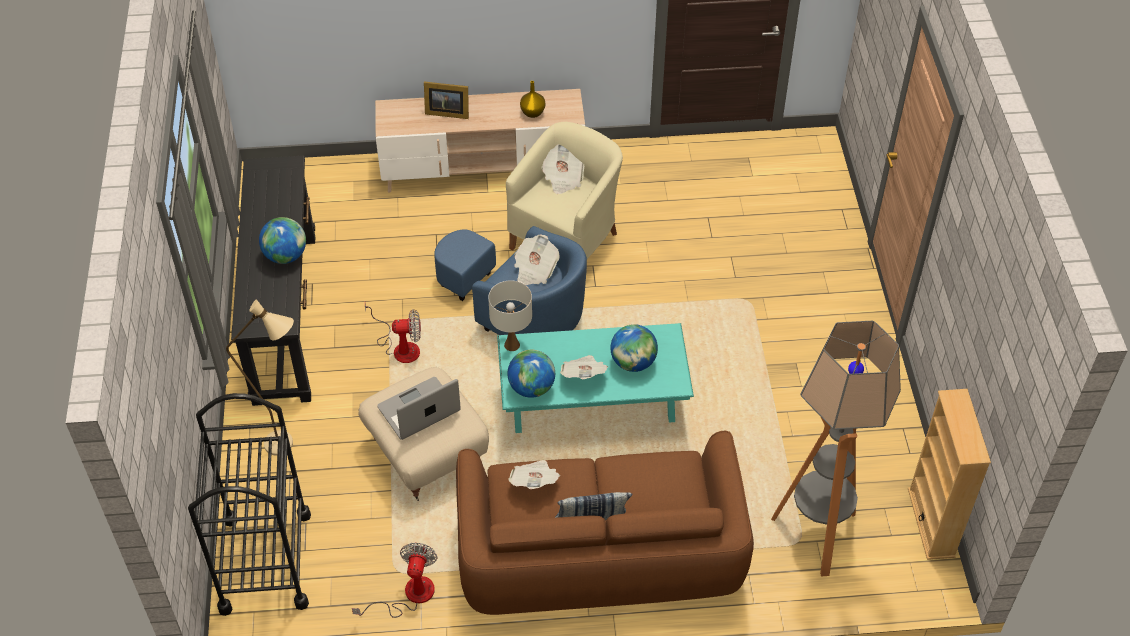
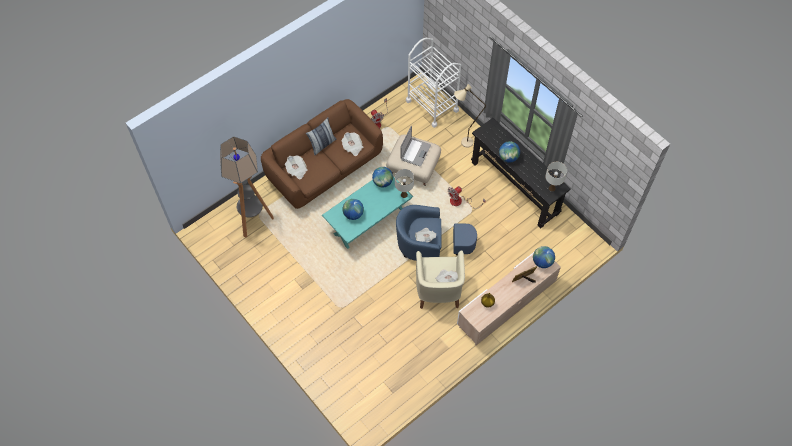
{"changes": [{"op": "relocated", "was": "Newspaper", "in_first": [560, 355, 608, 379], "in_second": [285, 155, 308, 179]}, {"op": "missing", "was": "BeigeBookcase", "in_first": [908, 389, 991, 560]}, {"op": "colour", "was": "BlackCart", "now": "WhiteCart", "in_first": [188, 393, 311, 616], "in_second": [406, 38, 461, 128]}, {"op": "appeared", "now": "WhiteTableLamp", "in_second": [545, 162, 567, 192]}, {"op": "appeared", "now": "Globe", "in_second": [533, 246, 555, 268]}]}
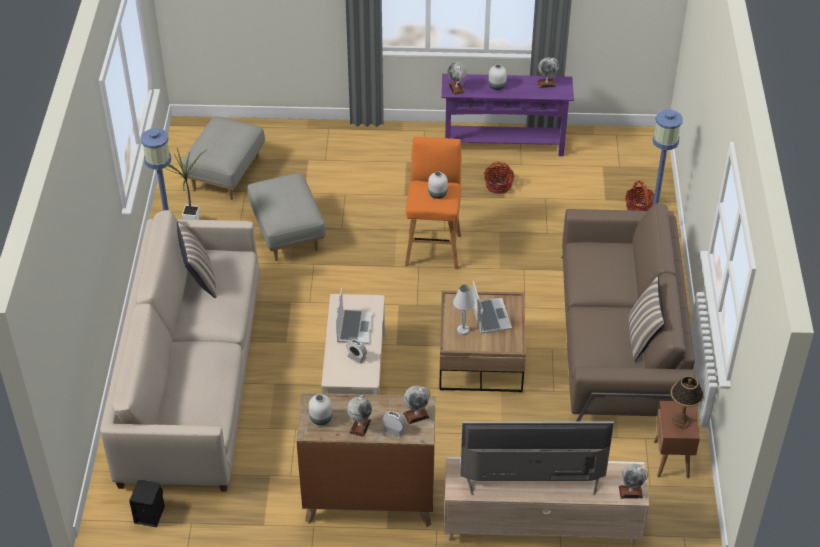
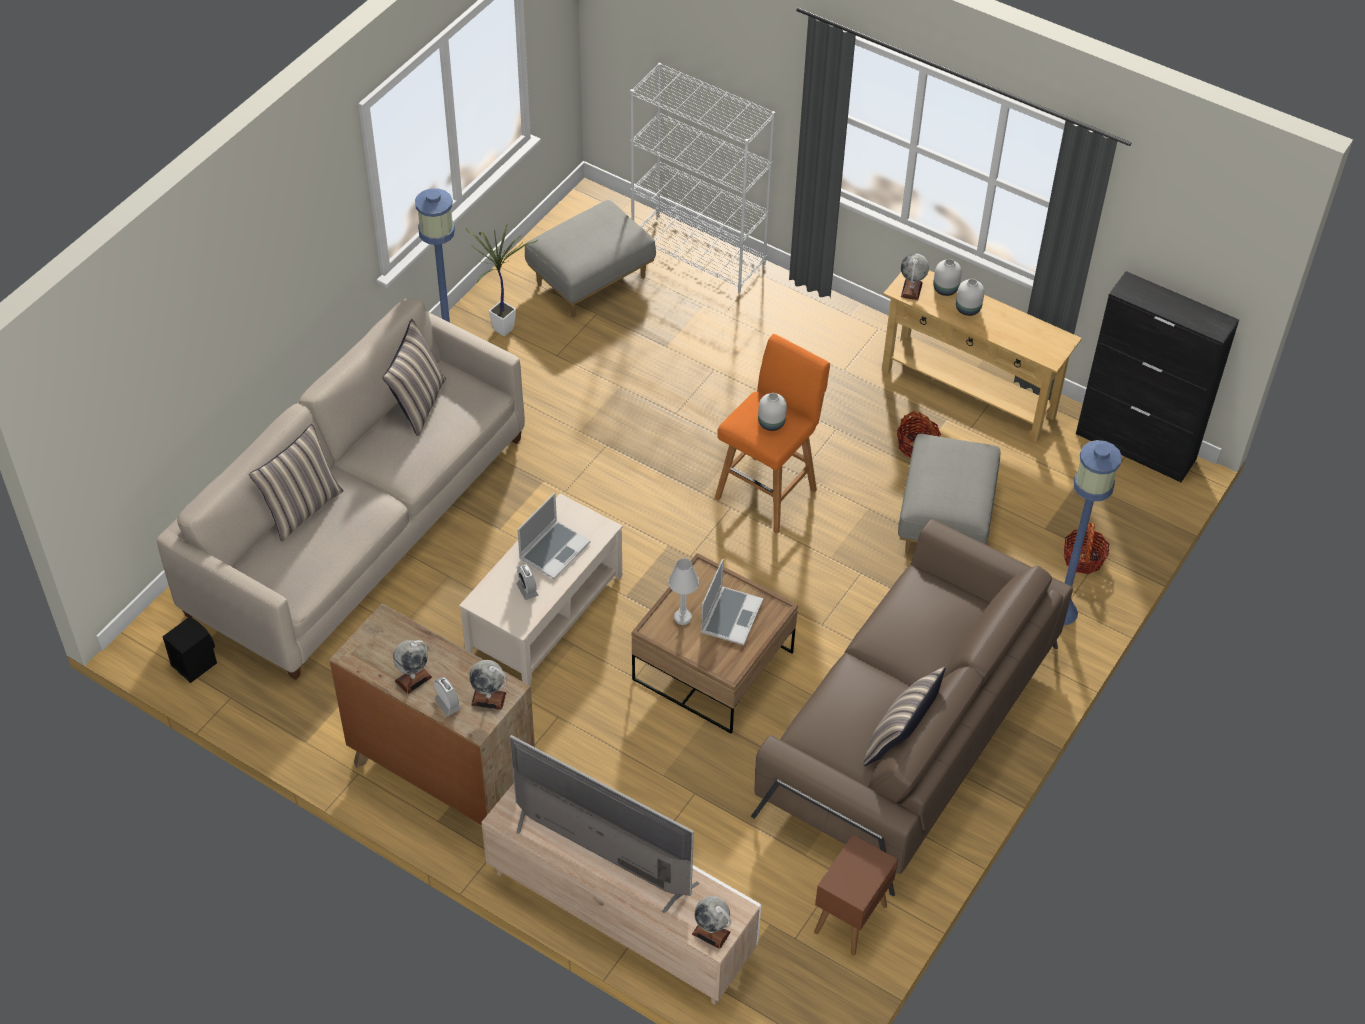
{"changes": [{"op": "missing", "was": "Globe", "in_first": [537, 57, 559, 88]}, {"op": "colour", "was": "PurpleConsoleTable", "now": "BeigeConsoleTable", "in_first": [442, 74, 574, 156], "in_second": [882, 270, 1082, 443]}, {"op": "relocated", "was": "GreyOttoman", "in_first": [247, 173, 326, 261], "in_second": [898, 434, 1000, 554]}, {"op": "missing", "was": "TableLamp", "in_first": [671, 376, 704, 428]}, {"op": "relocated", "was": "WhiteVase", "in_first": [309, 394, 332, 425], "in_second": [933, 259, 962, 296]}, {"op": "appeared", "now": "WhiteBookcase", "in_second": [630, 63, 775, 293]}, {"op": "appeared", "now": "BlackCabinet", "in_second": [1076, 271, 1239, 482]}, {"op": "appeared", "now": "Pillow", "in_second": [249, 423, 344, 541]}]}
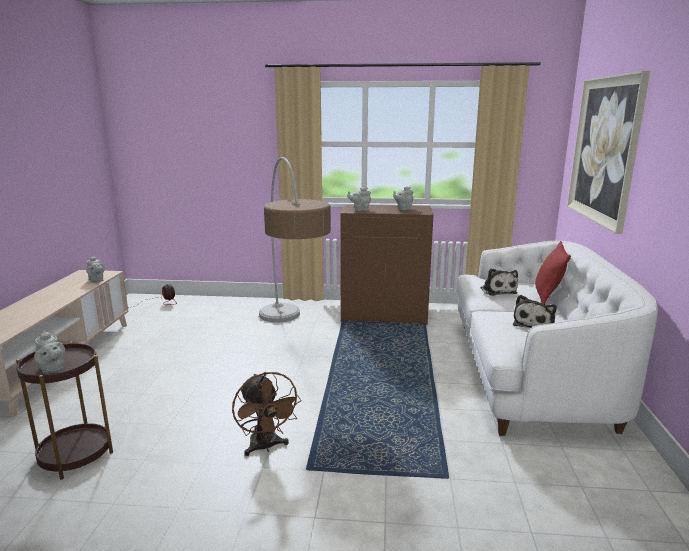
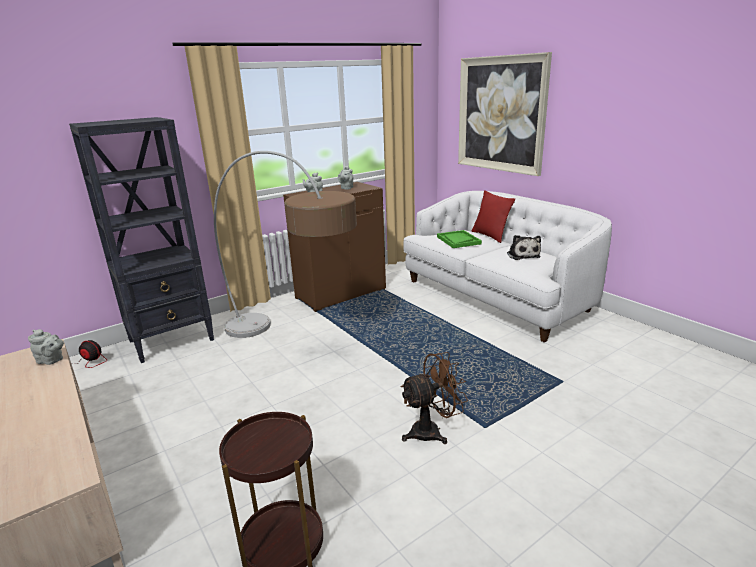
{"changes": [{"op": "exchanged", "was": "PlushToy", "now": "GreenTray", "in_first": [481, 269, 518, 296], "in_second": [437, 230, 482, 248]}, {"op": "missing", "was": "GreyTeapot", "in_first": [34, 331, 65, 374]}, {"op": "spun", "was": "BrownFan", "in_first": [232, 372, 301, 456], "in_second": [401, 352, 468, 444], "clockwise": -45}, {"op": "appeared", "now": "BlackBookcase", "in_second": [69, 117, 214, 363]}]}
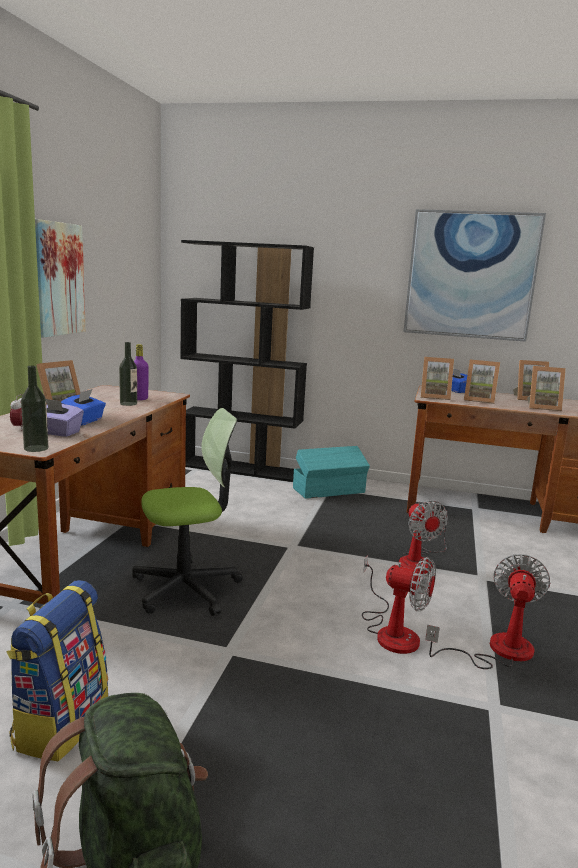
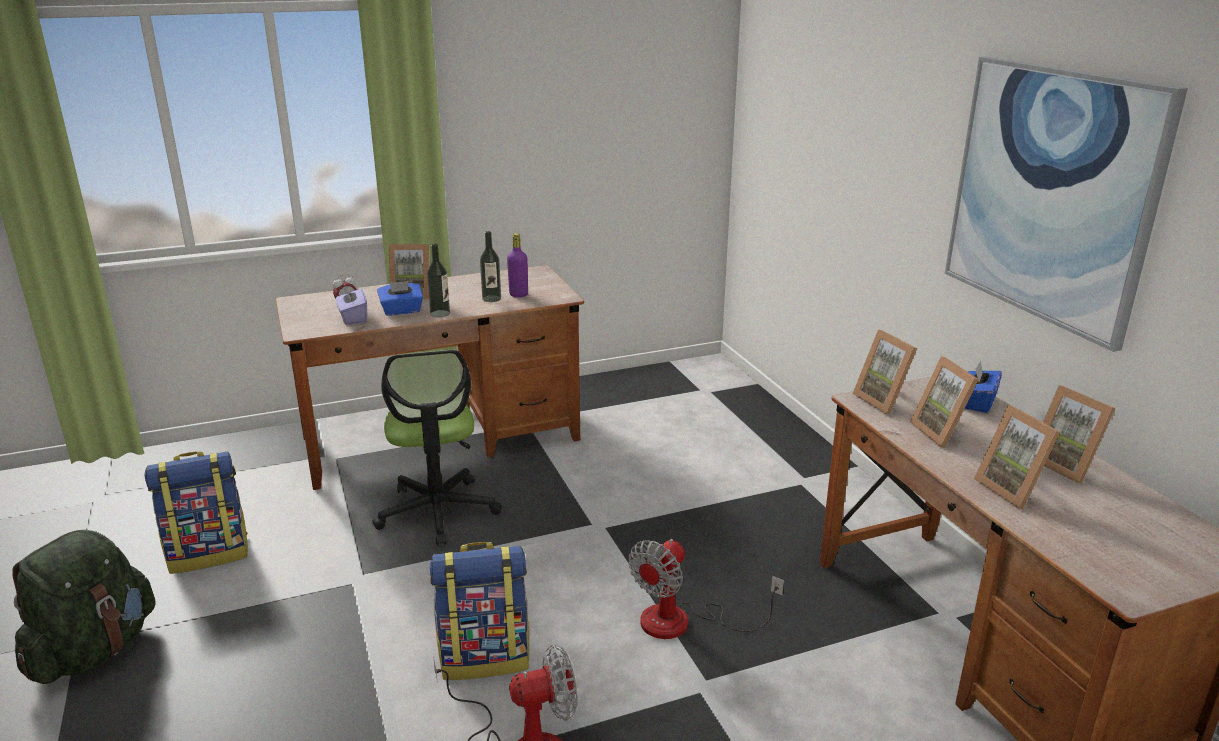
{"changes": [{"op": "missing", "was": "Picture", "in_first": [35, 219, 86, 338]}, {"op": "missing", "was": "BlackBookcase", "in_first": [180, 240, 314, 482]}, {"op": "relocated", "was": "Bottle", "in_first": [21, 366, 48, 452], "in_second": [427, 244, 450, 317]}, {"op": "spun", "was": "OfficeChair", "in_first": [132, 408, 243, 616], "in_second": [372, 350, 502, 546], "clockwise": 45}, {"op": "missing", "was": "TurquoiseStorageBox", "in_first": [293, 446, 370, 499]}, {"op": "exchanged", "was": "Fan", "now": "Backpack", "in_first": [362, 556, 436, 654], "in_second": [430, 542, 529, 680]}]}
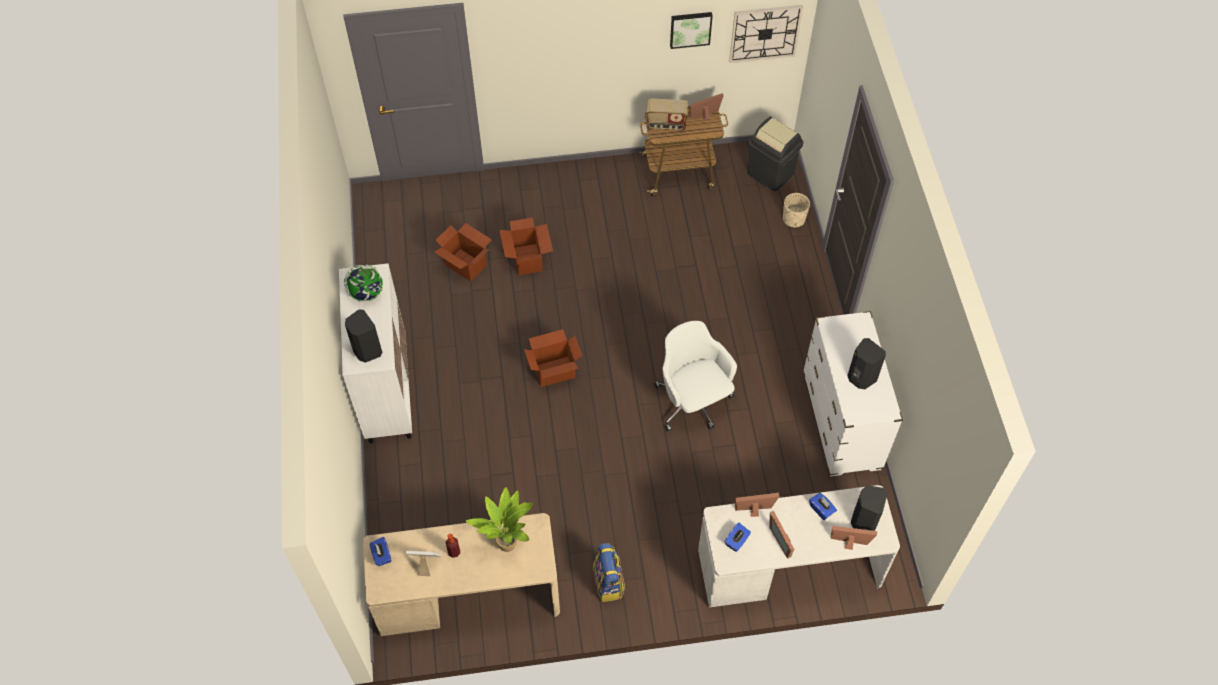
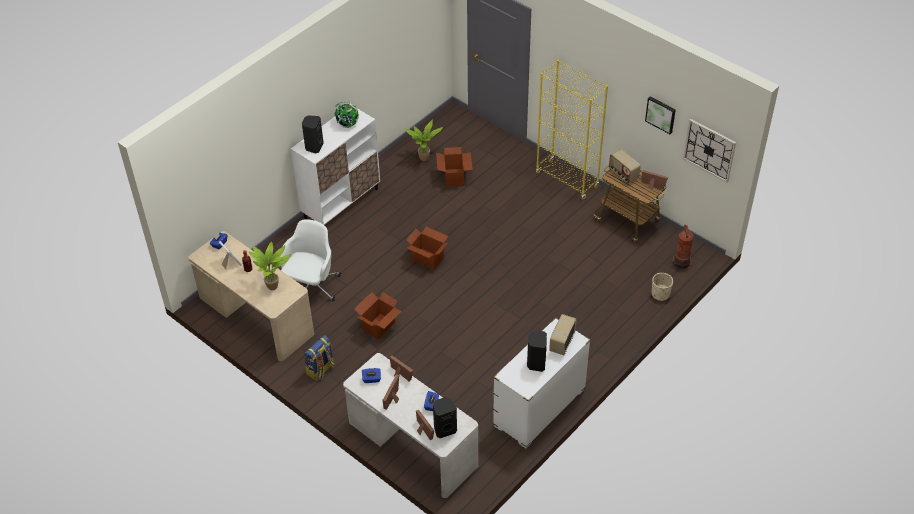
{"changes": [{"op": "exchanged", "was": "BlackTrashCan", "now": "FireExtinguisher", "in_first": [747, 116, 803, 191], "in_second": [672, 225, 694, 269]}, {"op": "relocated", "was": "CardboardBox", "in_first": [499, 217, 553, 275], "in_second": [354, 292, 402, 340]}, {"op": "relocated", "was": "WhiteOfficeChair", "in_first": [654, 321, 737, 432], "in_second": [280, 219, 341, 301]}, {"op": "appeared", "now": "YellowBookcase", "in_second": [536, 60, 608, 200]}, {"op": "appeared", "now": "PottedPlant", "in_second": [404, 120, 443, 161]}, {"op": "appeared", "now": "Radio", "in_second": [549, 314, 577, 355]}]}
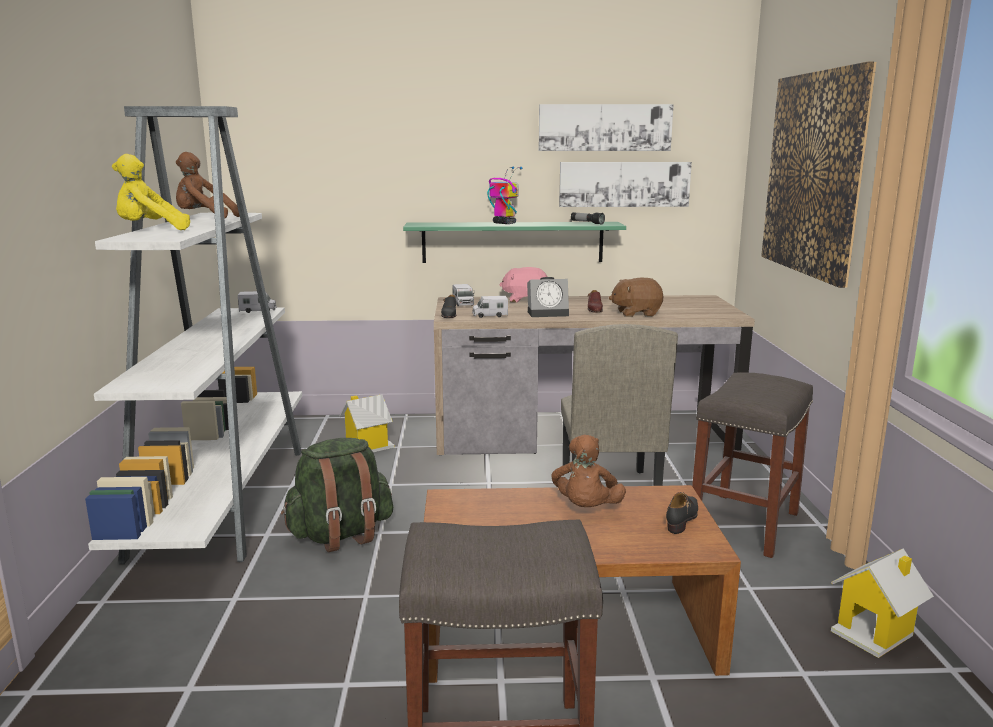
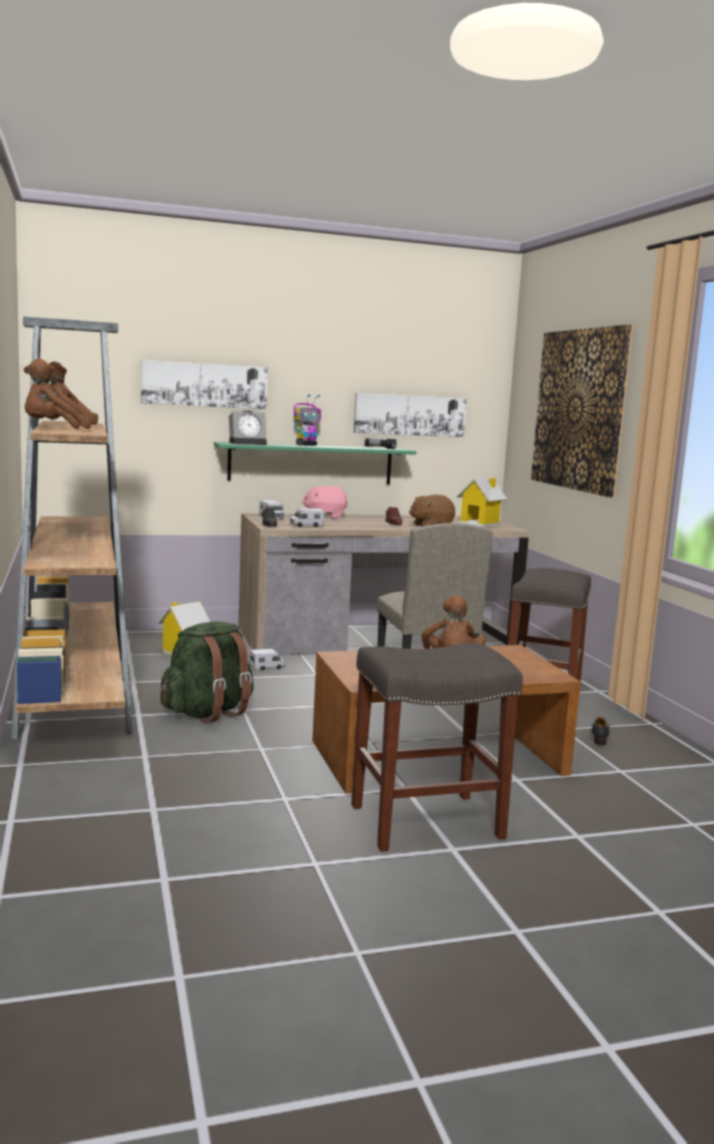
{"changes": [{"op": "relocated", "was": "Picture", "in_first": [539, 104, 674, 151], "in_second": [141, 360, 268, 409]}, {"op": "colour", "was": "WhiteBookcase", "now": "BrownBookcase", "in_first": [85, 106, 302, 564], "in_second": [11, 316, 132, 740]}, {"op": "colour", "was": "YellowPlushToy", "now": "BrownPlushToy", "in_first": [112, 154, 190, 230], "in_second": [24, 358, 91, 429]}, {"op": "spun", "was": "ToyRobot", "in_first": [487, 166, 522, 224], "in_second": [294, 394, 321, 446], "clockwise": 120}, {"op": "relocated", "was": "AlarmClock", "in_first": [527, 277, 569, 317], "in_second": [229, 411, 267, 445]}, {"op": "relocated", "was": "ToyTruck", "in_first": [238, 291, 277, 313], "in_second": [250, 648, 285, 671]}, {"op": "relocated", "was": "BlackShoe", "in_first": [666, 492, 698, 534], "in_second": [592, 717, 610, 745]}, {"op": "relocated", "was": "ToyHouse", "in_first": [831, 548, 934, 658], "in_second": [456, 478, 507, 528]}]}
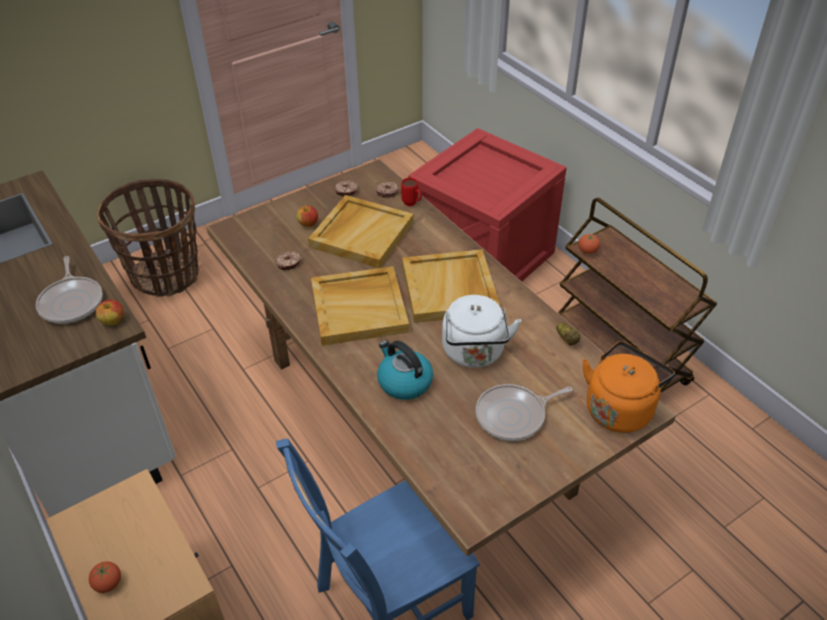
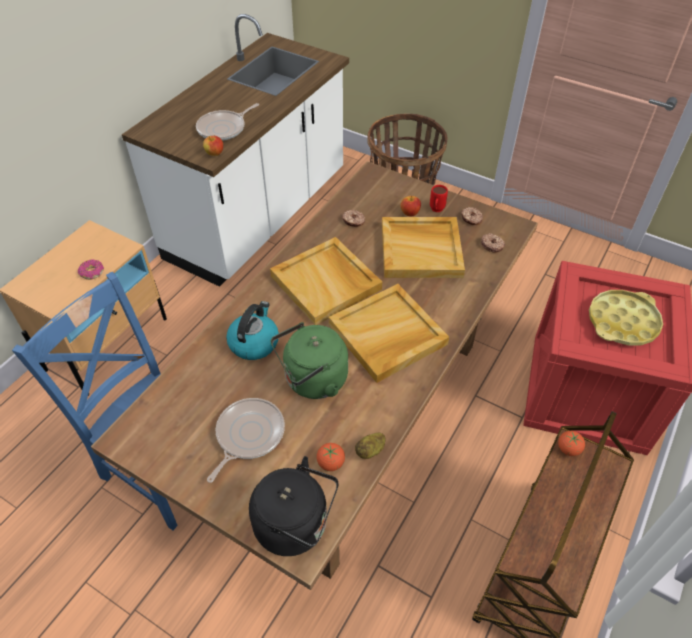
{"changes": [{"op": "relocated", "was": "RedMug", "in_first": [401, 178, 422, 206], "in_second": [430, 185, 448, 212]}, {"op": "colour", "was": "WhiteKettle", "now": "GreenKettle", "in_first": [442, 295, 521, 368], "in_second": [271, 322, 348, 399]}, {"op": "colour", "was": "OrangeKettle", "now": "BlackKettle", "in_first": [582, 341, 675, 433], "in_second": [249, 456, 339, 556]}, {"op": "spun", "was": "FryingPan", "in_first": [476, 384, 573, 441], "in_second": [207, 398, 285, 483], "clockwise": 75}, {"op": "relocated", "was": "Tomato", "in_first": [89, 562, 121, 593], "in_second": [317, 443, 345, 471]}, {"op": "appeared", "now": "Donut", "in_second": [78, 259, 104, 280]}, {"op": "appeared", "now": "YellowTray", "in_second": [589, 290, 663, 346]}]}
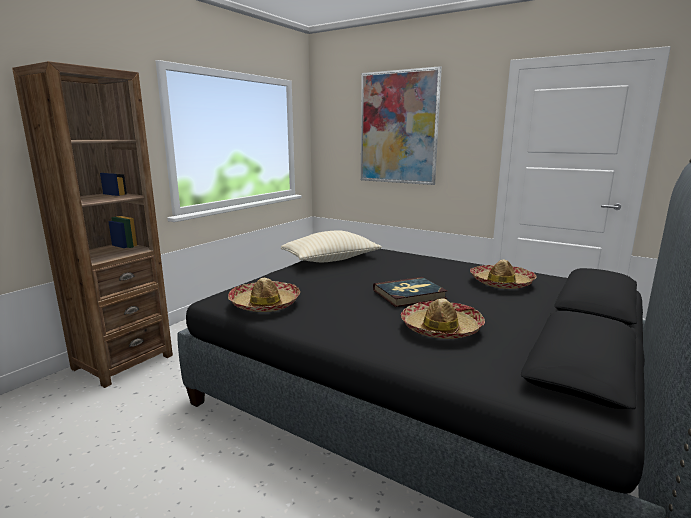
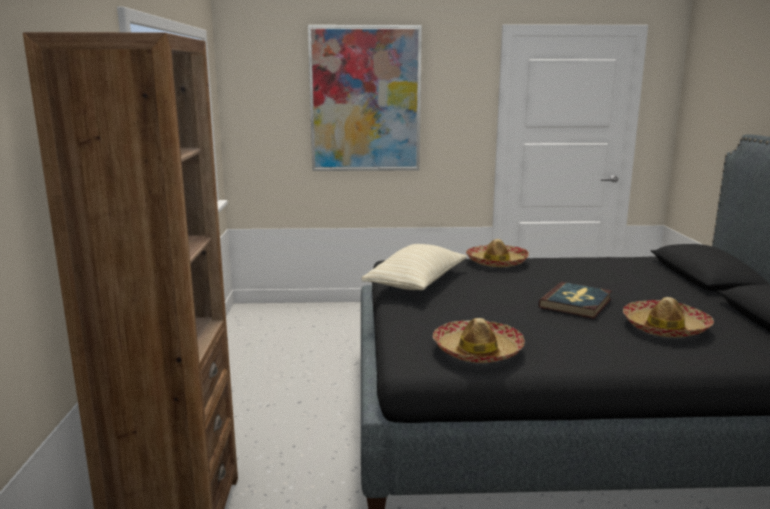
{"changes": [{"op": "relocated", "was": "Hat", "in_first": [470, 260, 537, 289], "in_second": [466, 239, 529, 267]}]}
